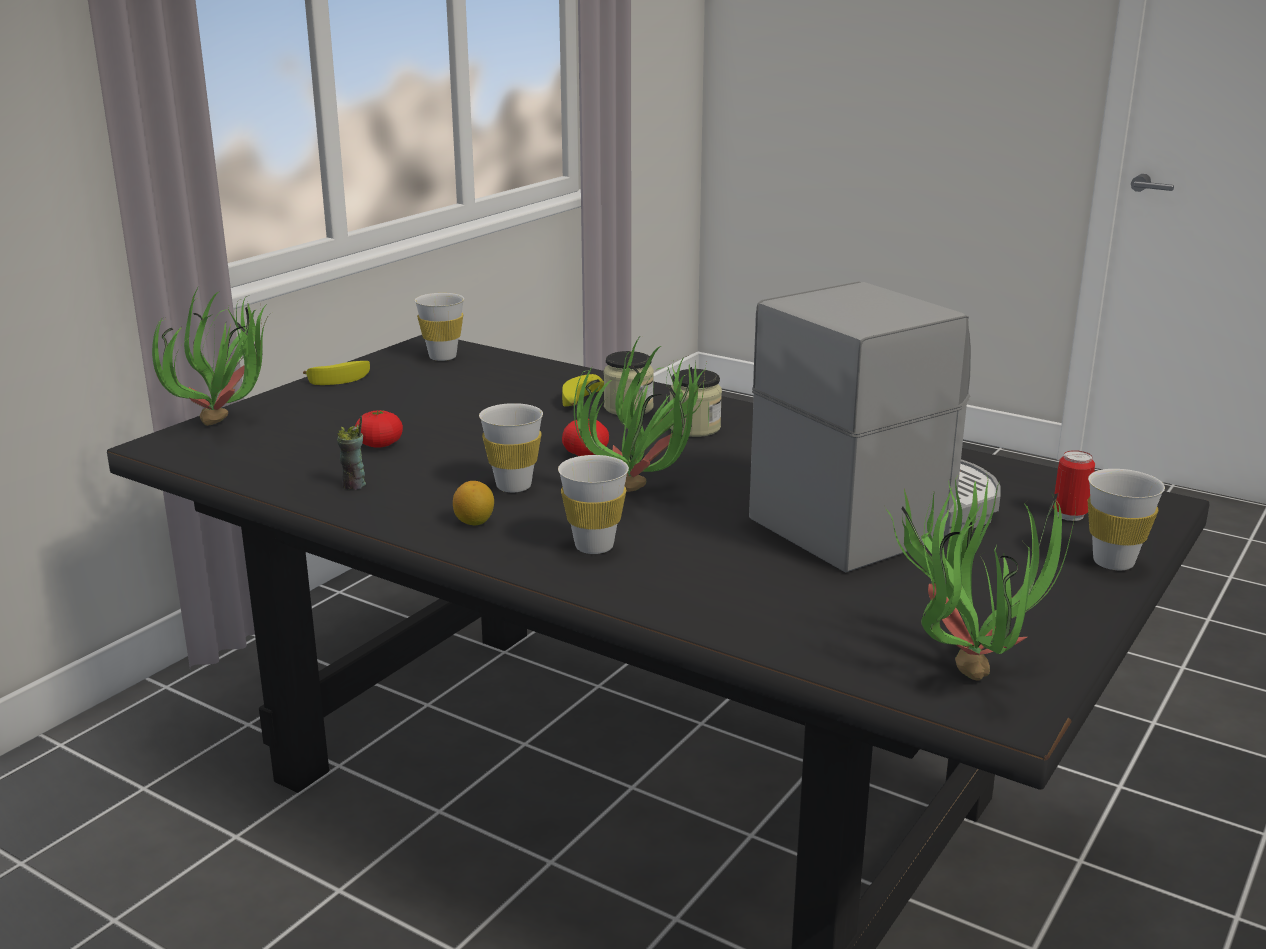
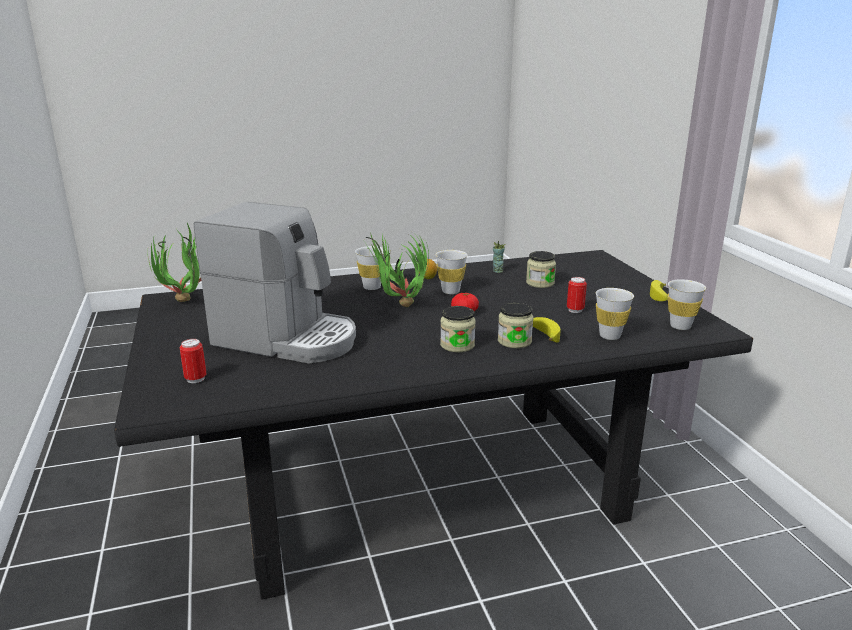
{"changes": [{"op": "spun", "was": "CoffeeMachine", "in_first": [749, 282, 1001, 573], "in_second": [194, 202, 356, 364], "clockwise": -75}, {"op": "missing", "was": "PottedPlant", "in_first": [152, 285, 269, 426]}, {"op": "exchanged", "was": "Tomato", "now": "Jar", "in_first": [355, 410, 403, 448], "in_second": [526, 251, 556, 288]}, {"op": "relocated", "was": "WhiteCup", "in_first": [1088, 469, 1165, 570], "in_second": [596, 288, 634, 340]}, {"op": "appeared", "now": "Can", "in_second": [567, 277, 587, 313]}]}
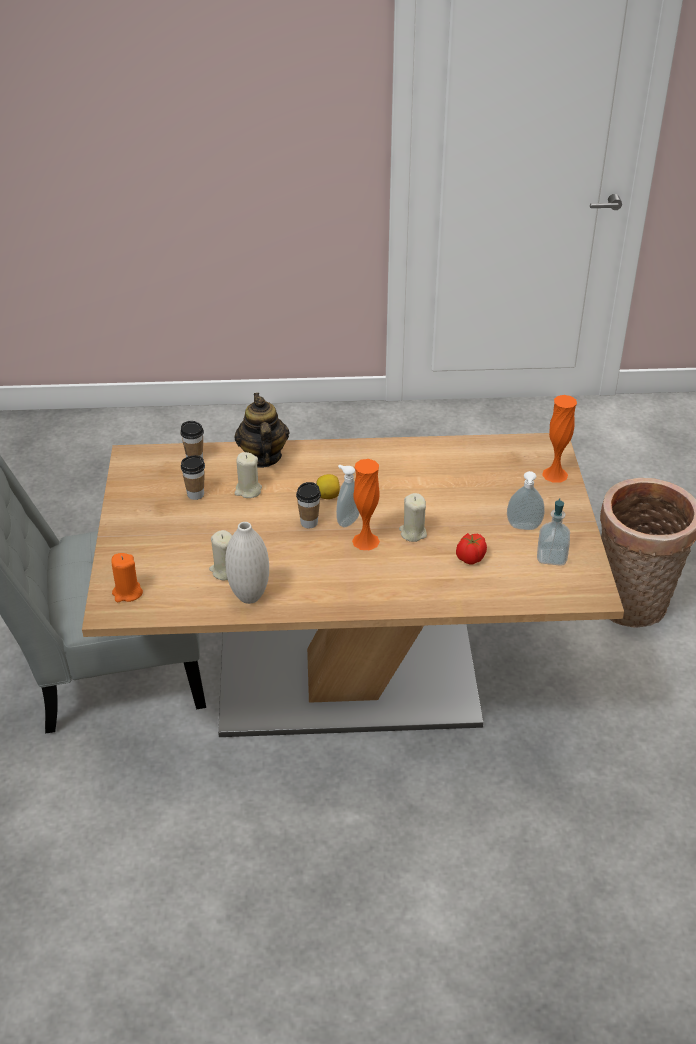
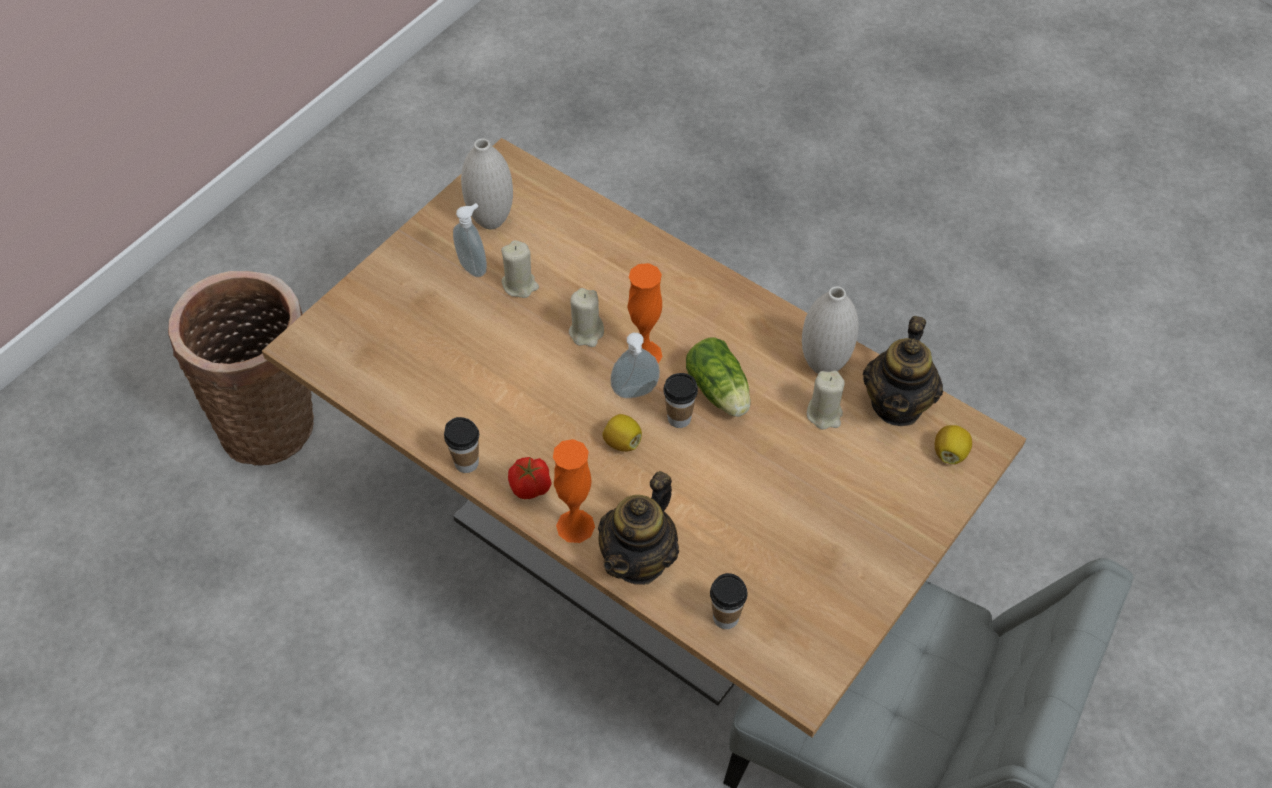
{"changes": [{"op": "relocated", "was": "OrangeVase", "in_first": [542, 395, 577, 483], "in_second": [553, 439, 595, 543]}, {"op": "relocated", "was": "BeigeCandle", "in_first": [235, 452, 262, 498], "in_second": [501, 240, 539, 298]}, {"op": "relocated", "was": "Cup", "in_first": [181, 455, 205, 500], "in_second": [444, 417, 479, 473]}, {"op": "exchanged", "was": "SoapDispenser", "now": "WhiteVase", "in_first": [537, 498, 570, 566], "in_second": [461, 138, 513, 229]}, {"op": "relocated", "was": "Tomato", "in_first": [456, 533, 487, 564], "in_second": [508, 456, 551, 499]}, {"op": "exchanged", "was": "OrangeCandle", "now": "Lemon", "in_first": [111, 553, 143, 602], "in_second": [935, 425, 972, 464]}, {"op": "appeared", "now": "Teapot", "in_second": [863, 316, 943, 426]}, {"op": "appeared", "now": "Lettuce", "in_second": [686, 337, 751, 417]}]}
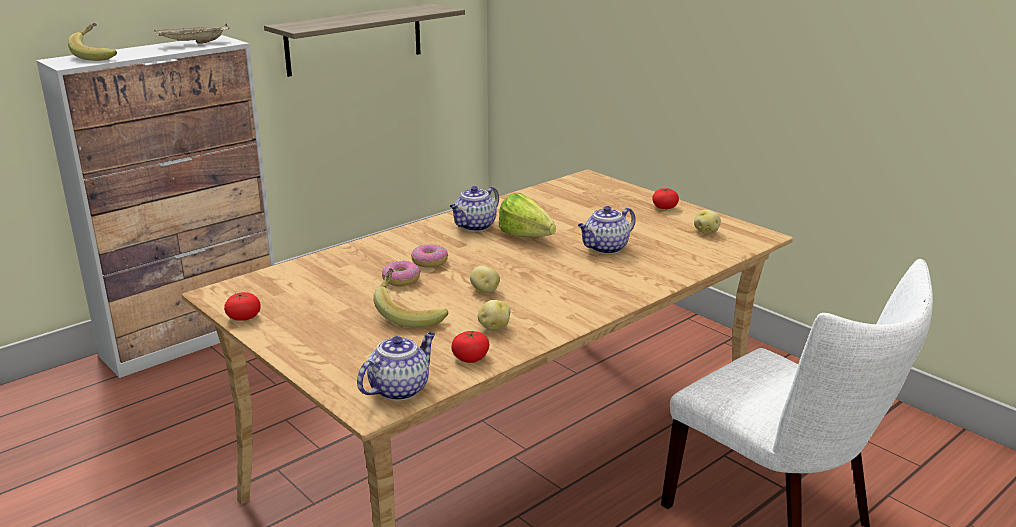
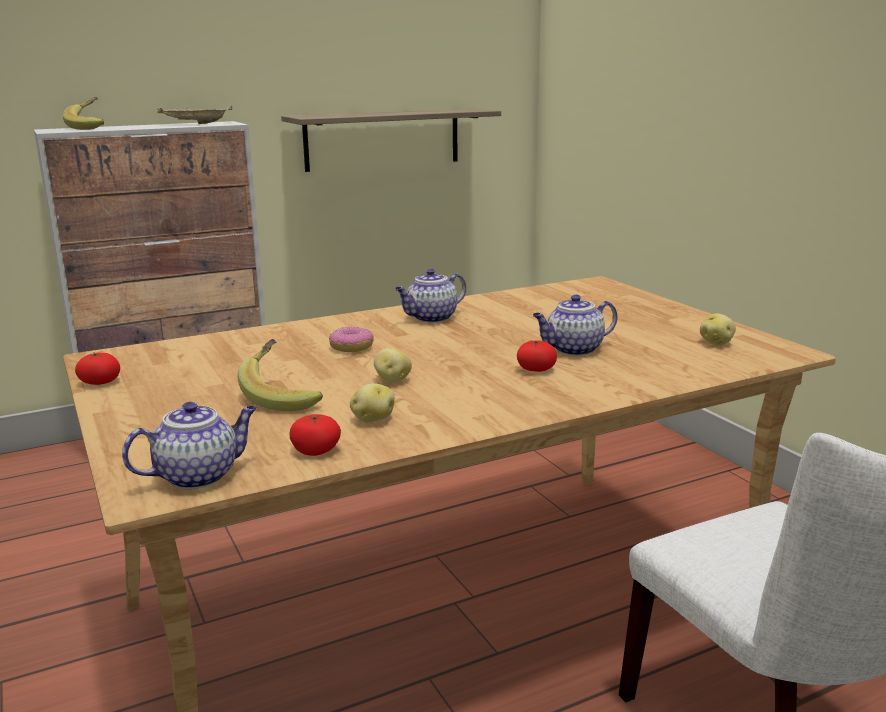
{"changes": [{"op": "relocated", "was": "Tomato", "in_first": [652, 188, 679, 209], "in_second": [517, 340, 557, 372]}, {"op": "missing", "was": "Lettuce", "in_first": [498, 193, 556, 237]}, {"op": "missing", "was": "Donut", "in_first": [382, 260, 421, 286]}]}
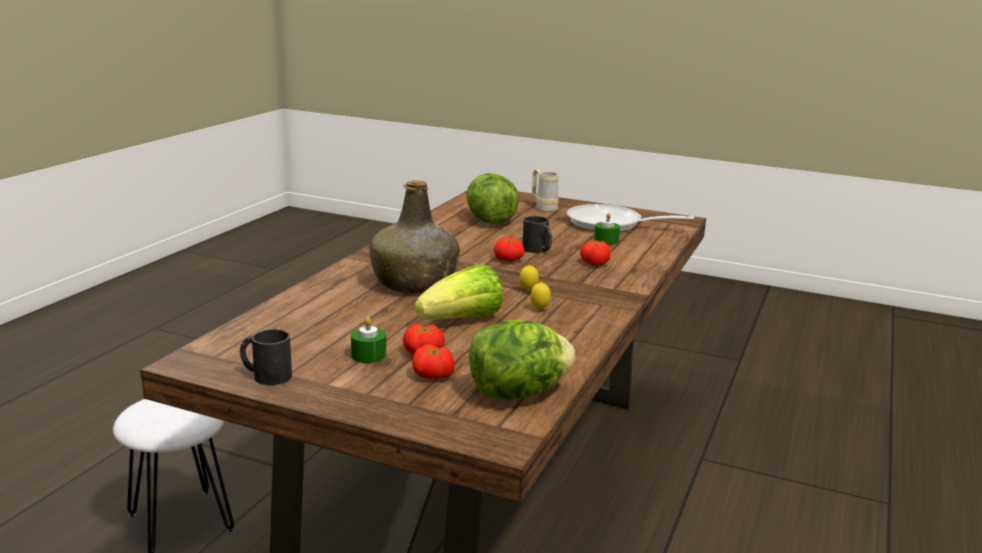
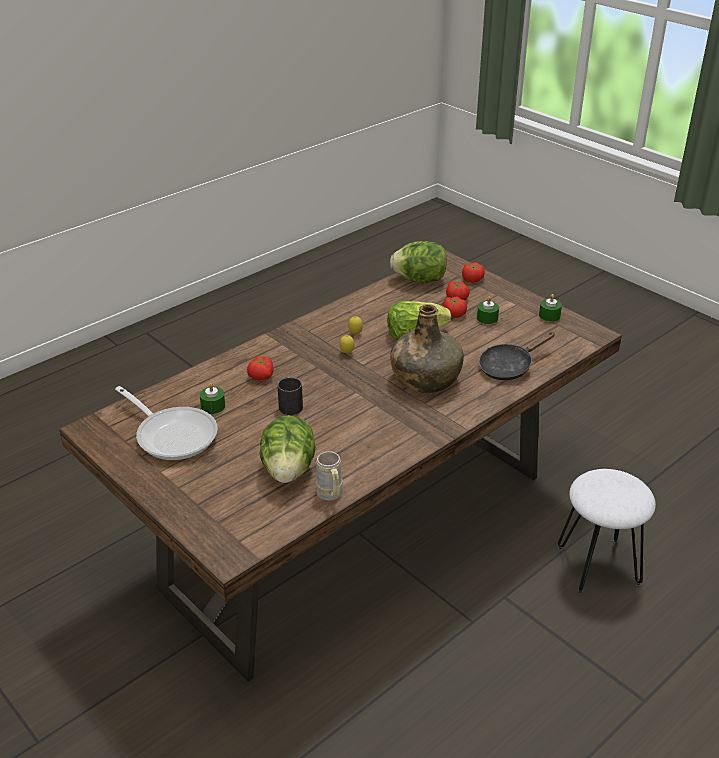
{"changes": [{"op": "relocated", "was": "BeigeMug", "in_first": [532, 169, 559, 212], "in_second": [316, 451, 343, 500]}, {"op": "relocated", "was": "Tomato", "in_first": [494, 236, 524, 262], "in_second": [462, 262, 485, 282]}, {"op": "exchanged", "was": "BlackMug", "now": "GreenCandle", "in_first": [240, 329, 292, 385], "in_second": [539, 294, 562, 322]}, {"op": "appeared", "now": "BlackFryingPan", "in_second": [479, 332, 555, 380]}]}
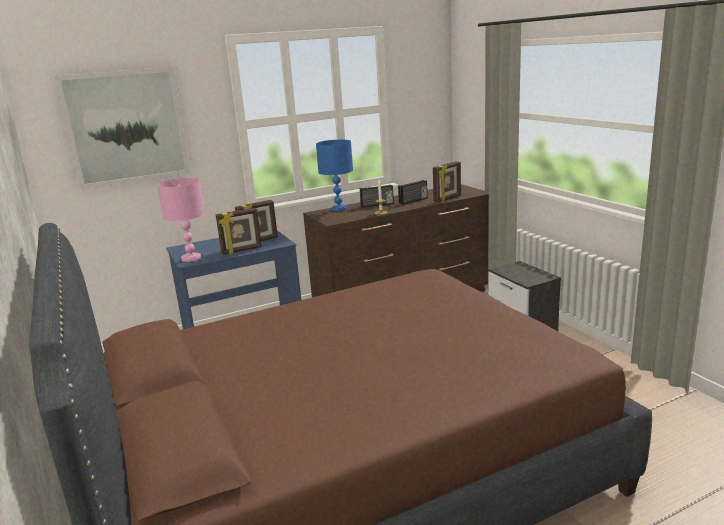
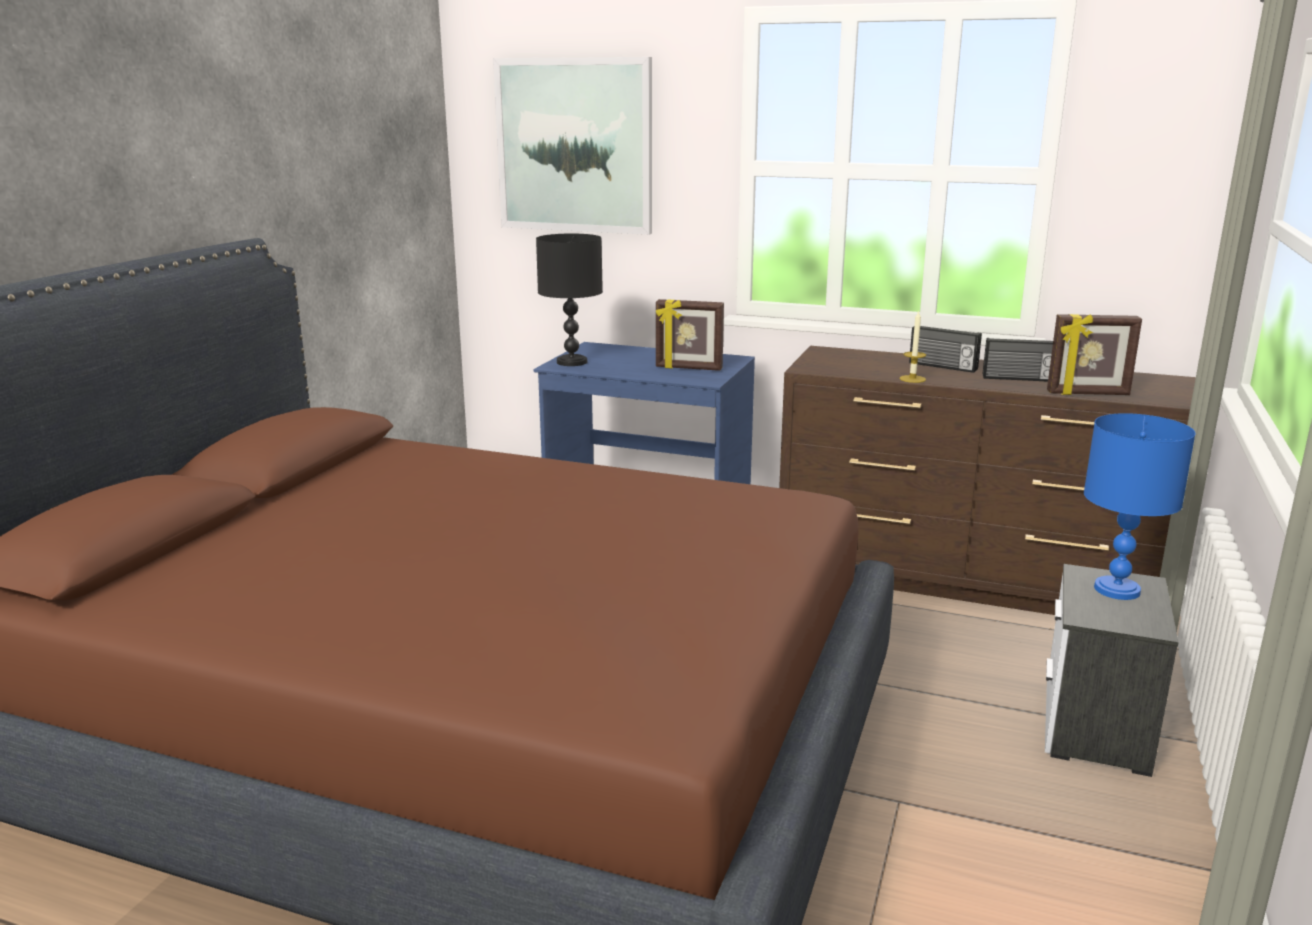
{"changes": [{"op": "relocated", "was": "BlueTableLamp", "in_first": [316, 140, 353, 211], "in_second": [1084, 413, 1195, 600]}, {"op": "colour", "was": "PinkTableLamp", "now": "BlackTableLamp", "in_first": [157, 178, 205, 262], "in_second": [536, 233, 603, 366]}, {"op": "missing", "was": "PictureFrame", "in_first": [216, 208, 262, 255]}]}
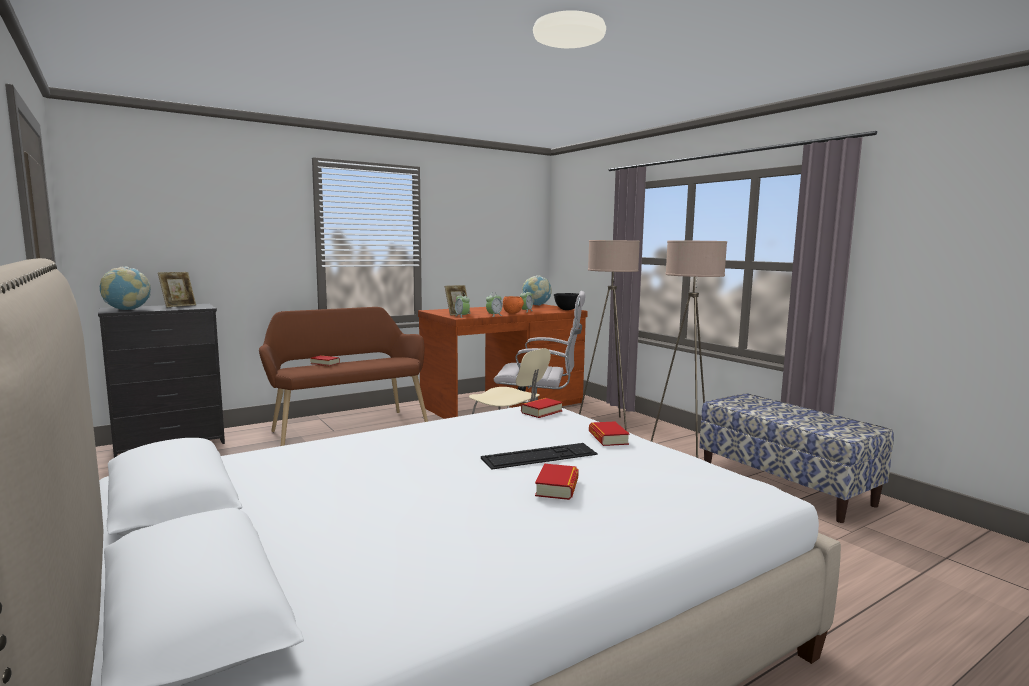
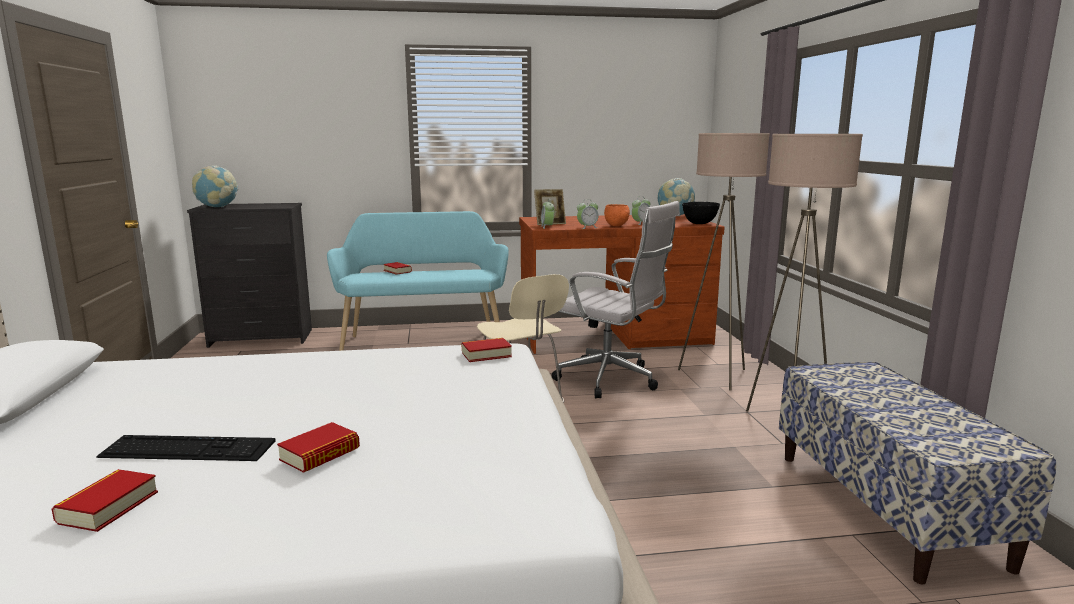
{"changes": [{"op": "missing", "was": "PictureFrame", "in_first": [158, 272, 196, 307]}, {"op": "colour", "was": "BrownBench", "now": "TurquoiseBench", "in_first": [259, 307, 428, 446], "in_second": [327, 211, 509, 351]}, {"op": "relocated", "was": "Book", "in_first": [589, 422, 630, 446], "in_second": [52, 469, 158, 532]}, {"op": "relocated", "was": "Keyboard", "in_first": [481, 443, 598, 470], "in_second": [96, 435, 276, 461]}]}
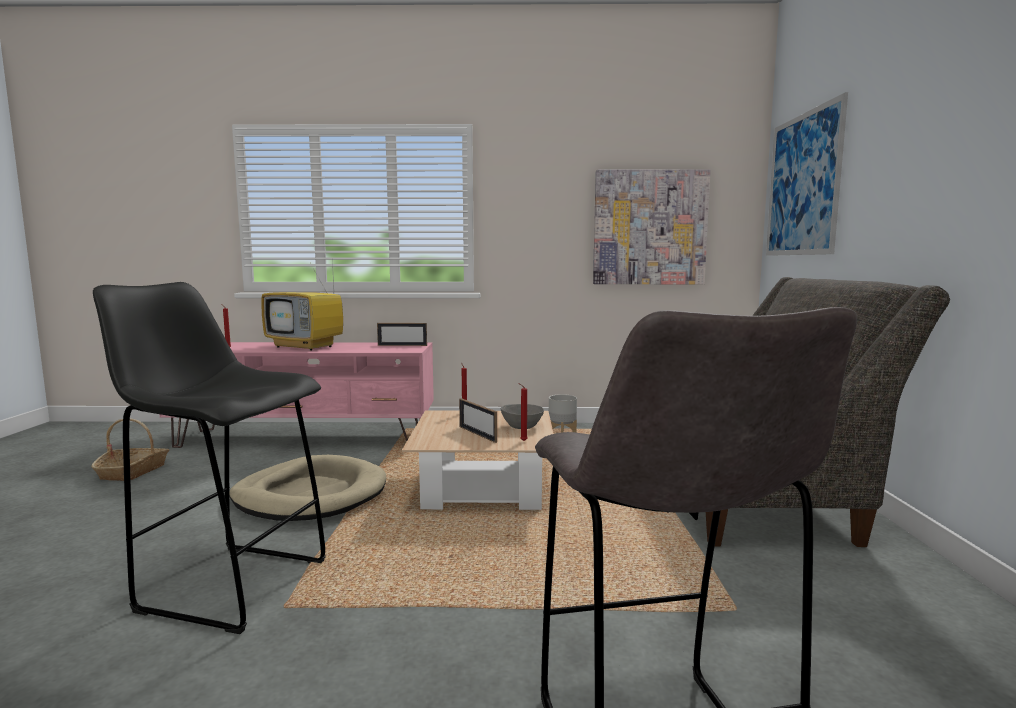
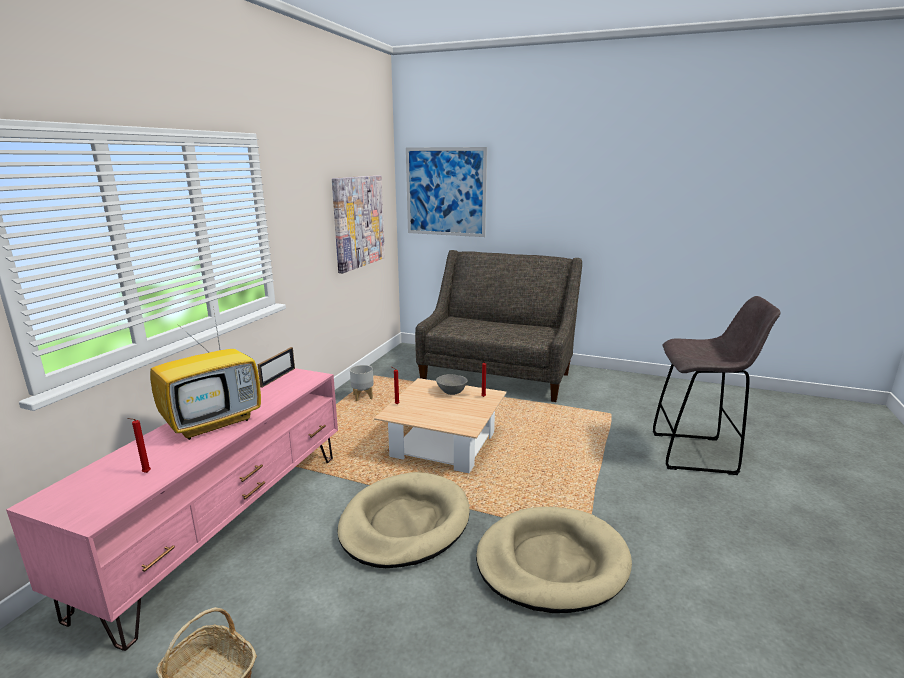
{"changes": [{"op": "exchanged", "was": "BlackStool", "now": "BeigeDogBed", "in_first": [93, 282, 326, 634], "in_second": [476, 507, 632, 613]}, {"op": "missing", "was": "PictureFrame", "in_first": [459, 398, 497, 443]}]}
